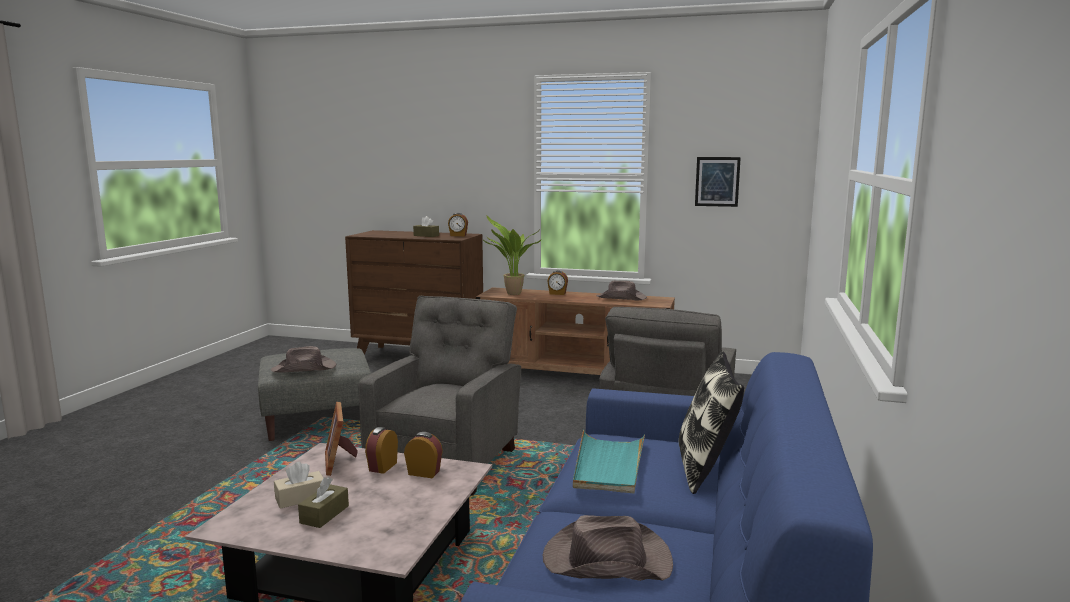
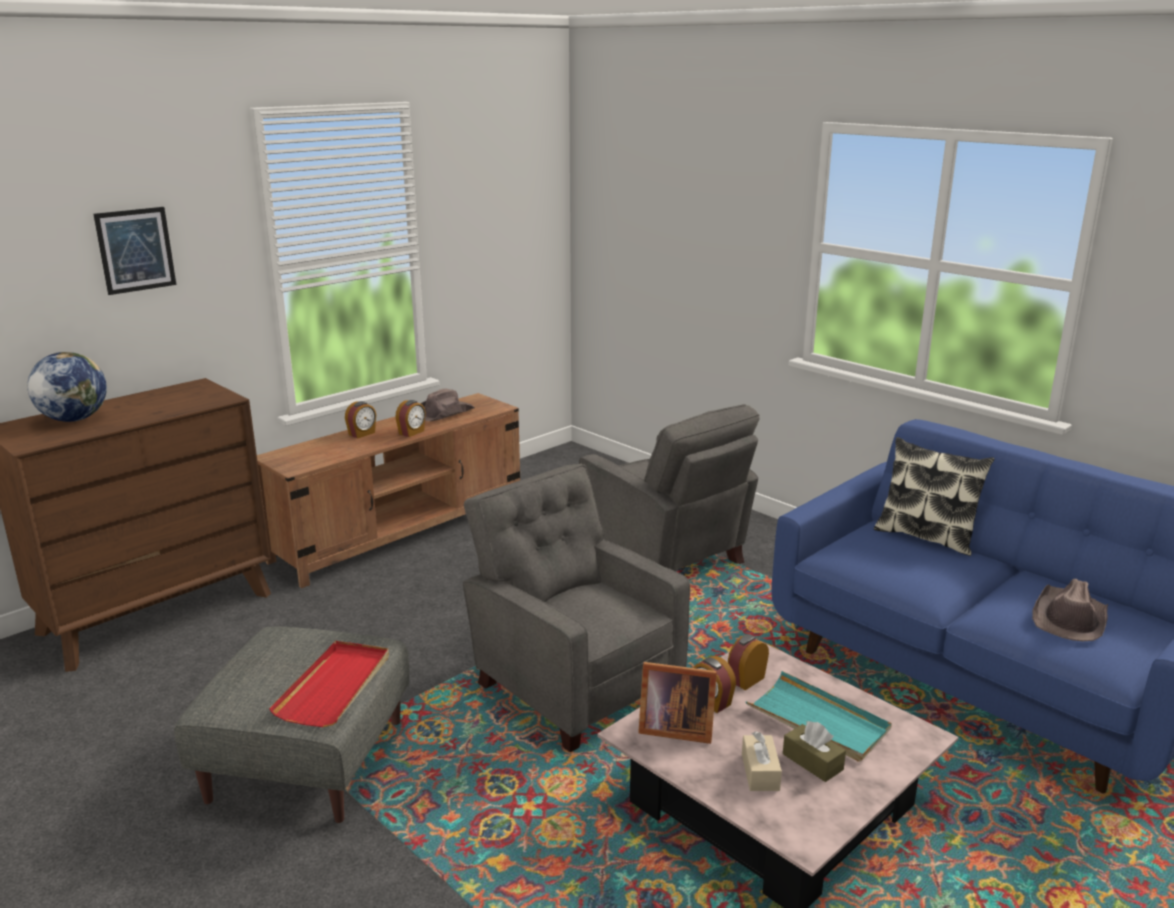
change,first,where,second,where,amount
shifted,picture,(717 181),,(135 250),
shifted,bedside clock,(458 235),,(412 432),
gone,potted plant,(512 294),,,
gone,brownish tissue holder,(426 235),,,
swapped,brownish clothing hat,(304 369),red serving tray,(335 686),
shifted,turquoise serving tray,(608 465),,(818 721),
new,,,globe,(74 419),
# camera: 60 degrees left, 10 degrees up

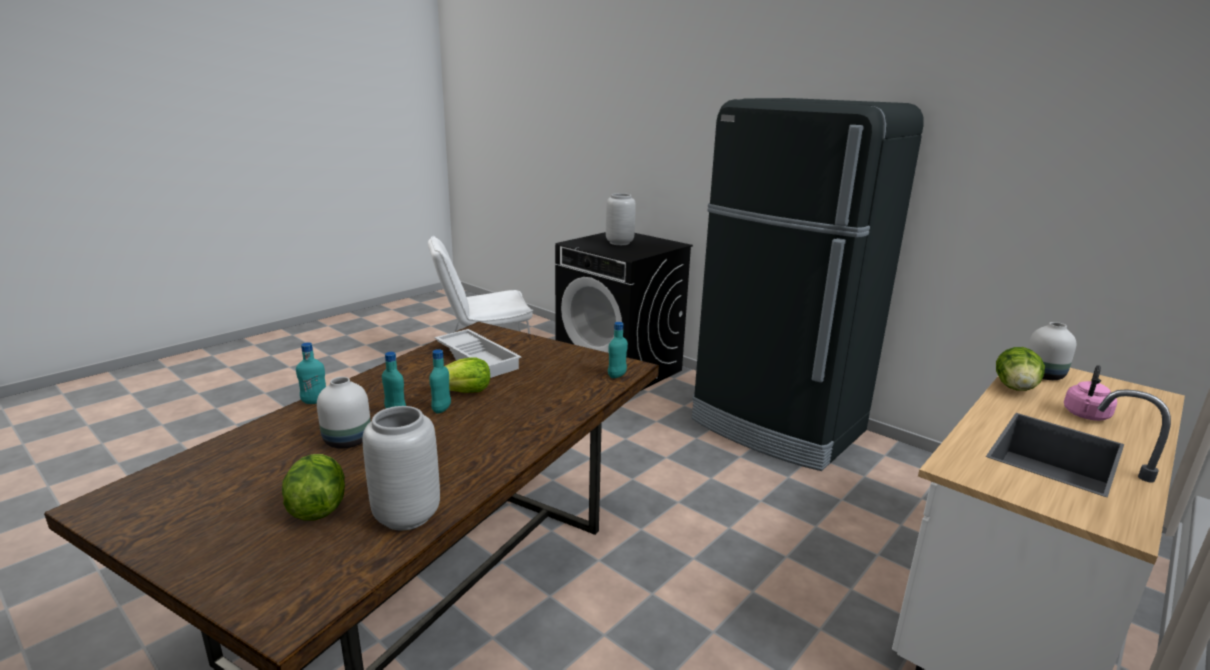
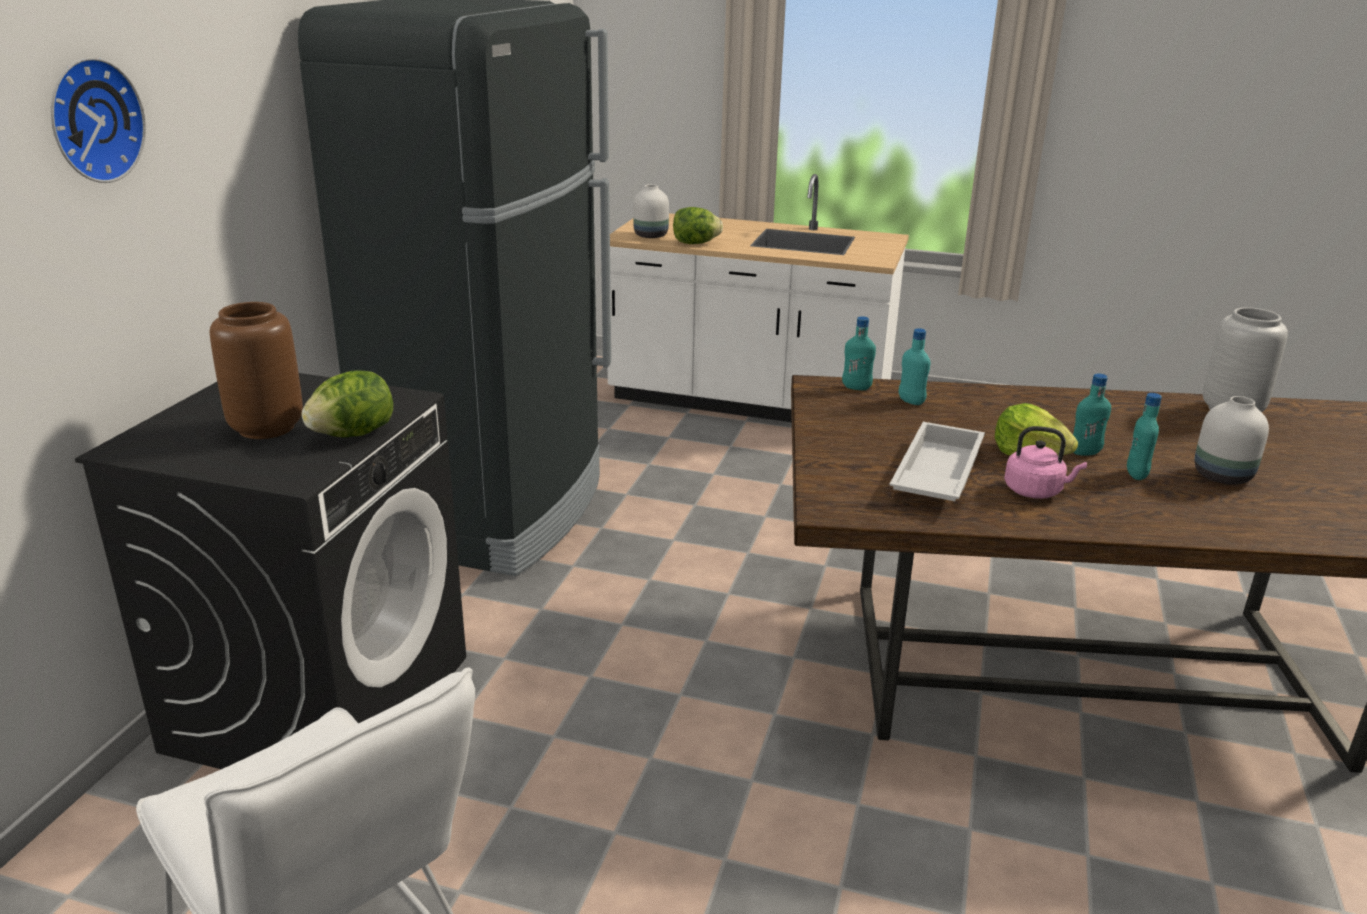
change,first,where,second,where,amount
repainted,grey flower vase,(620 243),brownish flower vase,(267 427),
shifted,turquoise beverage bottle,(315 401),,(911 401),
shifted,pinkish water kettle,(1085 416),,(1036 491),
shifted,lettuce,(317 508),,(353 434),
new,,,wall clock,(91 120),
# camera: 115 degrees left, 5 degrees up

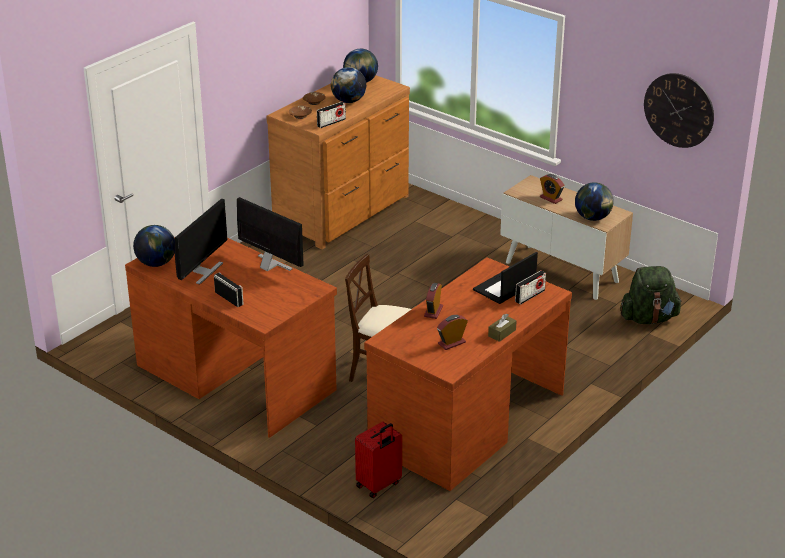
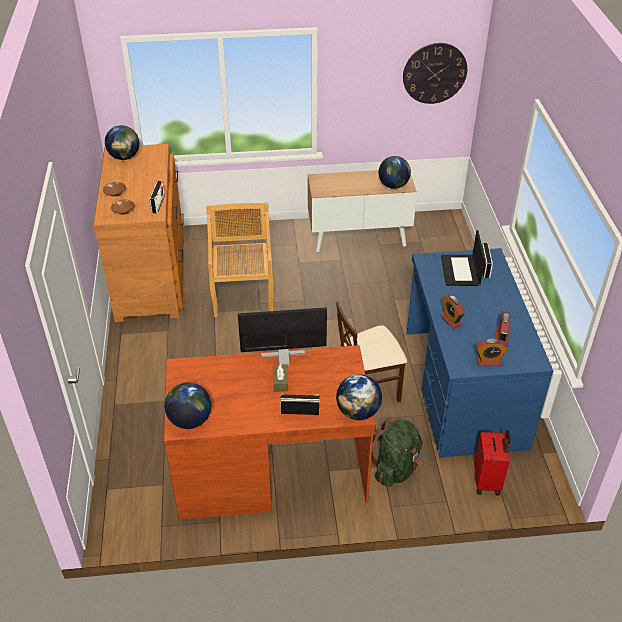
change,first,where,second,where,amount
shifted,globe,(348 101),,(358 412),
shifted,bedside clock,(551 198),,(489 361),
gone,computer display,(203 271),,,
repainted,brownish desk table,(466 420),blue desk table,(463 388),
shifted,green rucksack,(648 318),,(396 468),
shifted,brownish tissue holder,(502 333),,(280 381),
new,,,sand-coloured plain chair,(243 294),
# camera: 45 degrees left, 10 degrees up

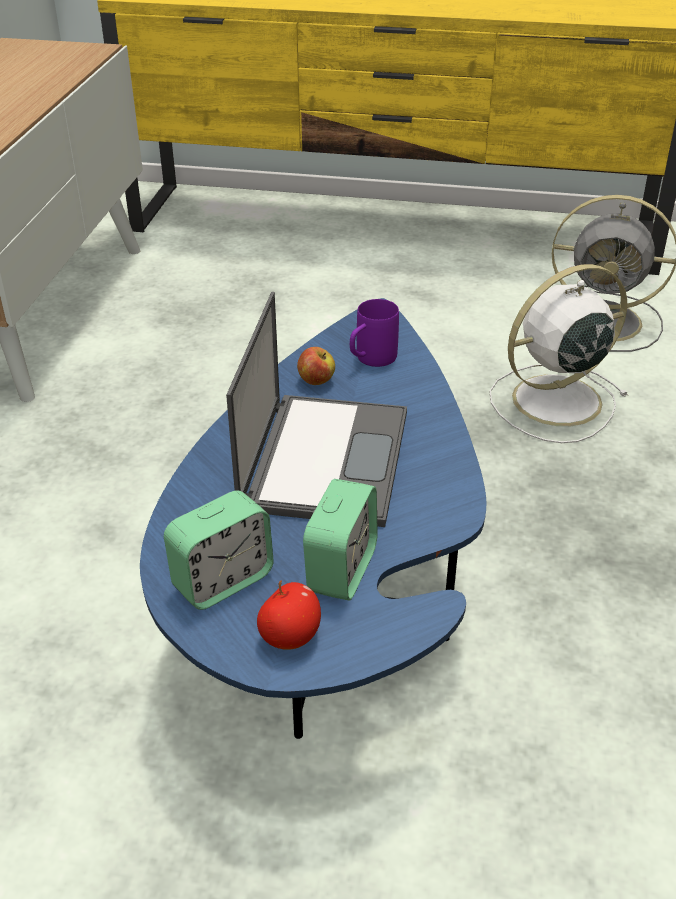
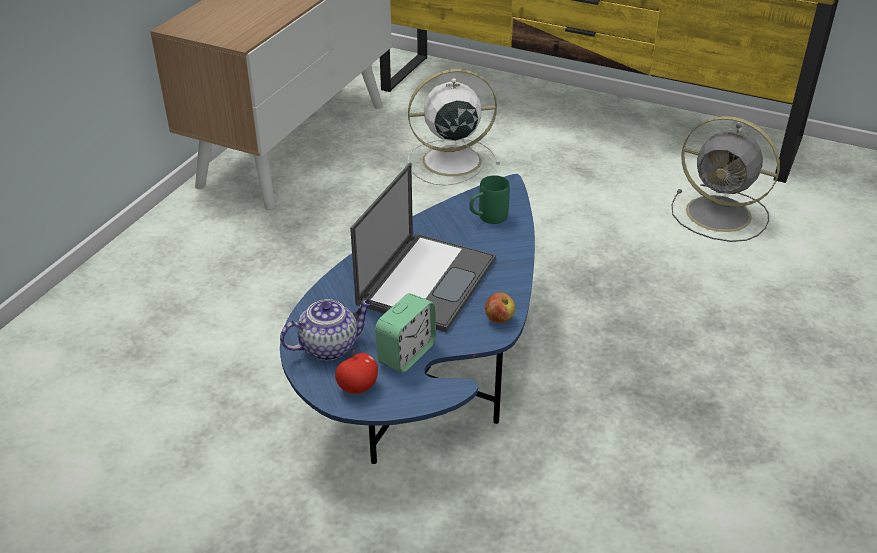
change,first,where,second,where,amount
shifted,white-coloured fan,(553 401),,(449 161),
repainted,purple-coloured coffee mug,(370 360),green coffee mug,(487 218),
shifted,apple,(316 381),,(499 319),
swapped,bedside clock,(223 581),teapot,(330 346),
# camera: 15 degrees right, 0 degrees up

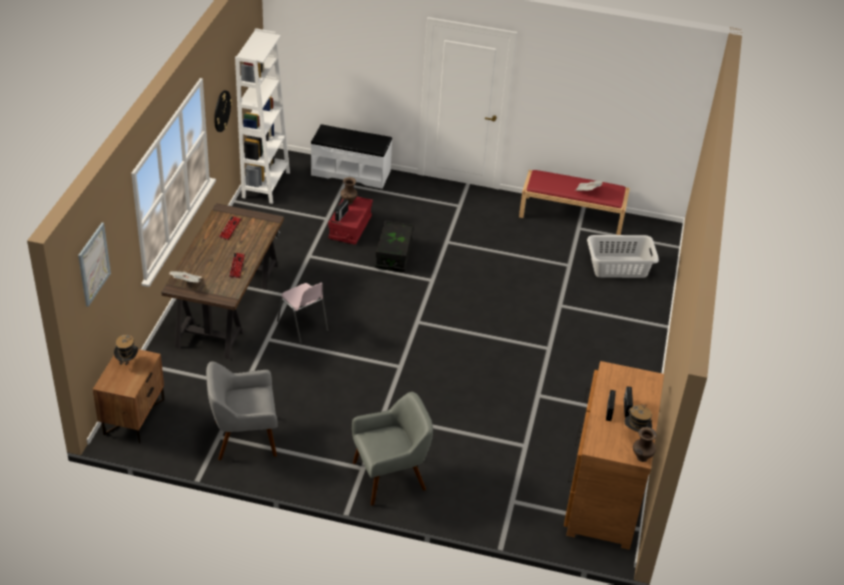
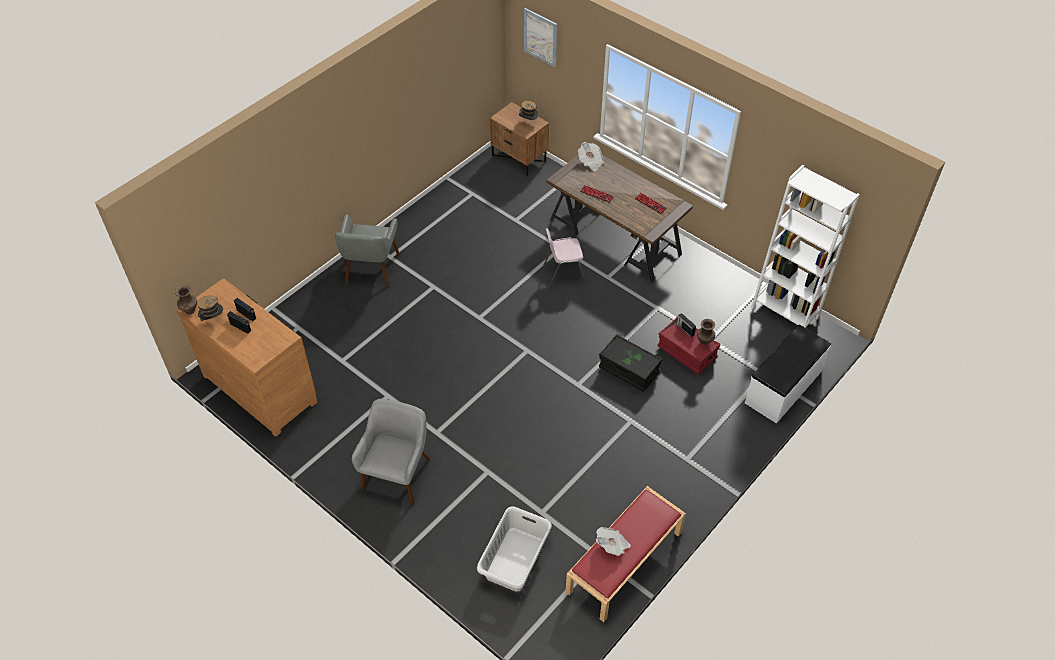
change,first,where,second,where,amount
gone,wall clock,(221 111),,,
shifted,grey easy chair,(244 438),,(397 473),
# camera: 120 degrees right, 10 degrees up

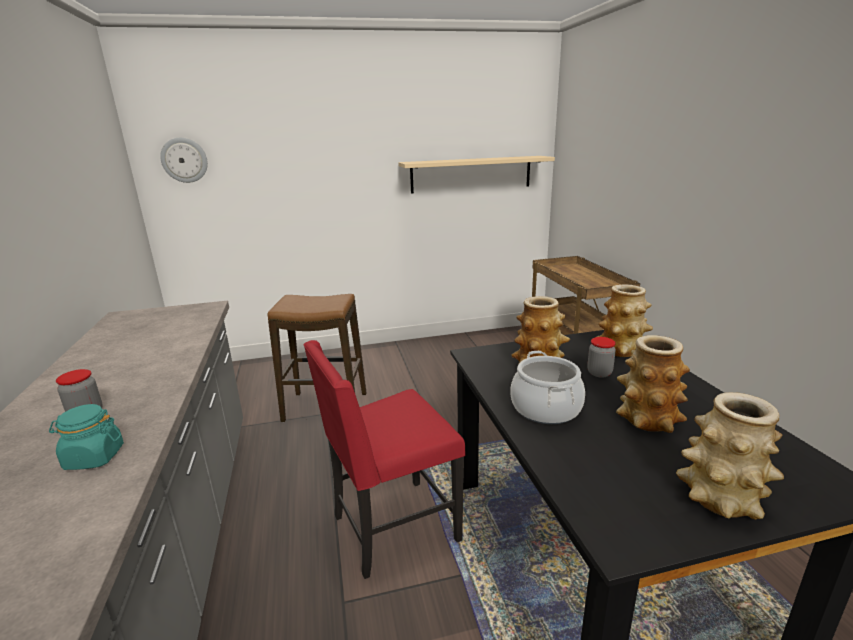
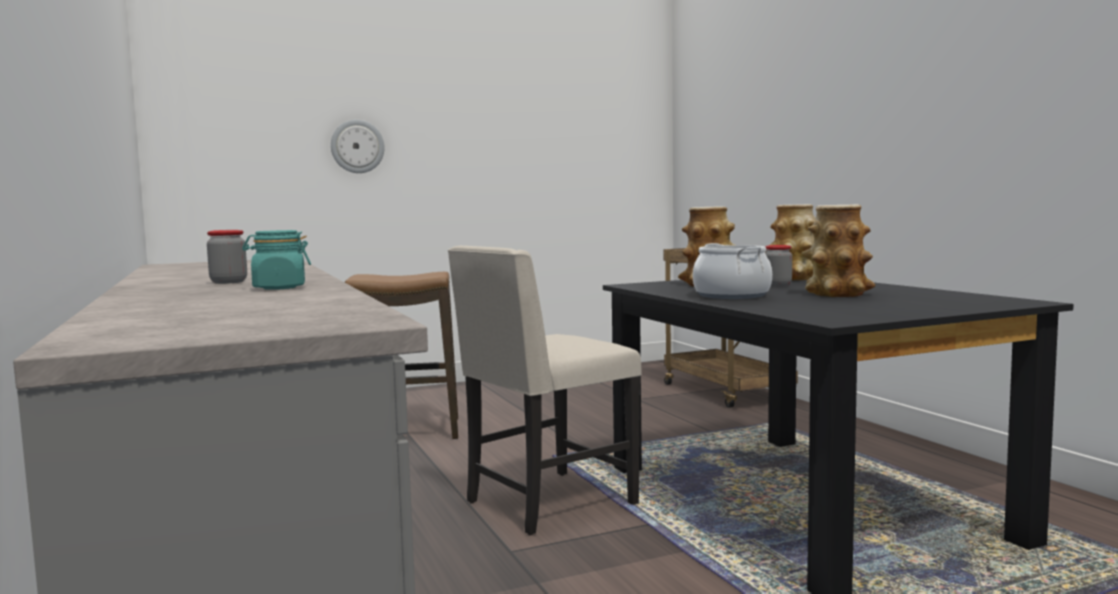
change,first,where,second,where,amount
shifted,wall clock,(184 160),,(357 146),
gone,sand-coloured shelf,(471 174),,,
repainted,red plain chair,(392 528),sand-coloured plain chair,(547 503),
gone,flower vase,(720 498),,,
# camera: 10 degrees left, 15 degrees down

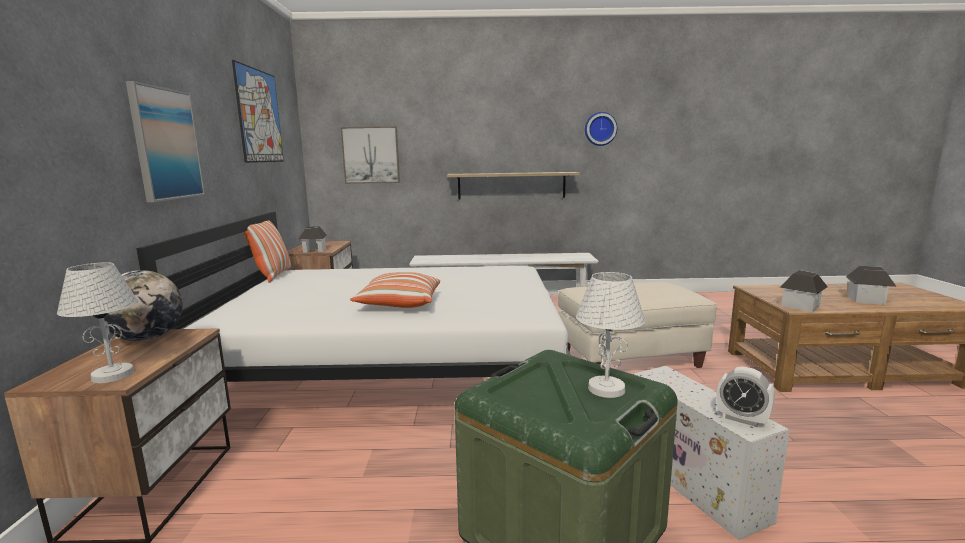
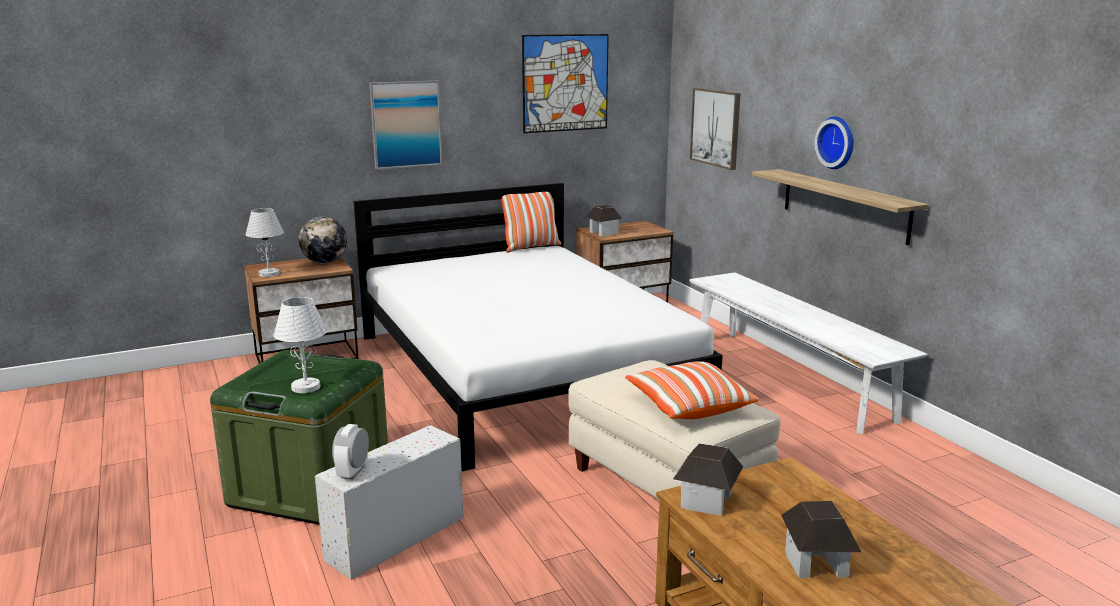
change,first,where,second,where,amount
shifted,wall clock,(600 129),,(838 142),
shifted,pillow,(399 304),,(688 406),
# camera: 65 degrees right, 5 degrees up

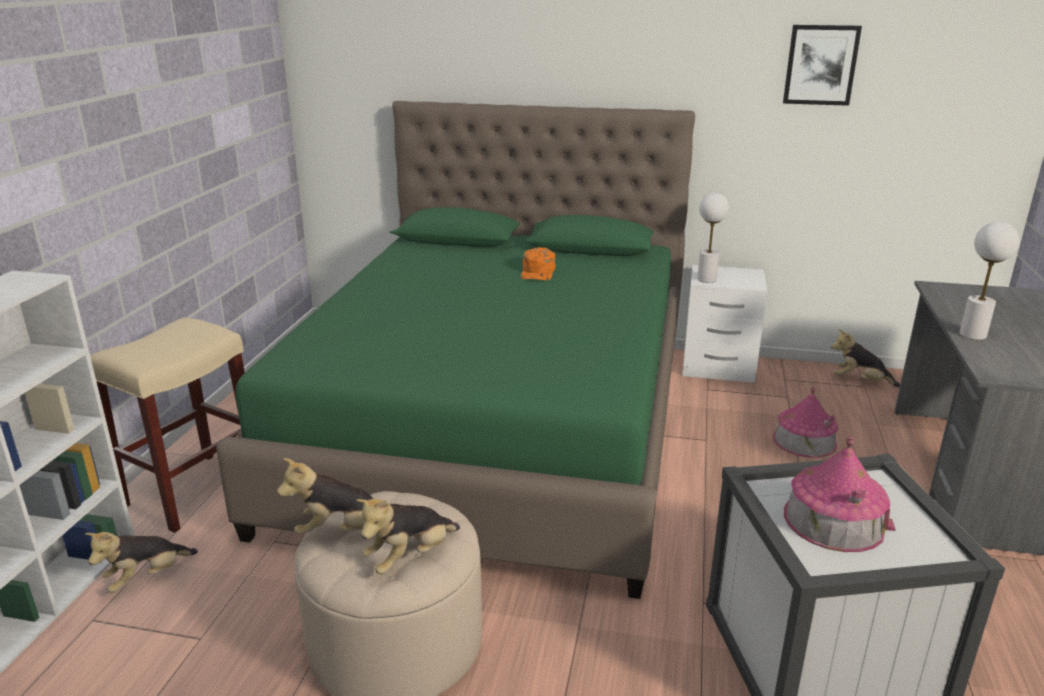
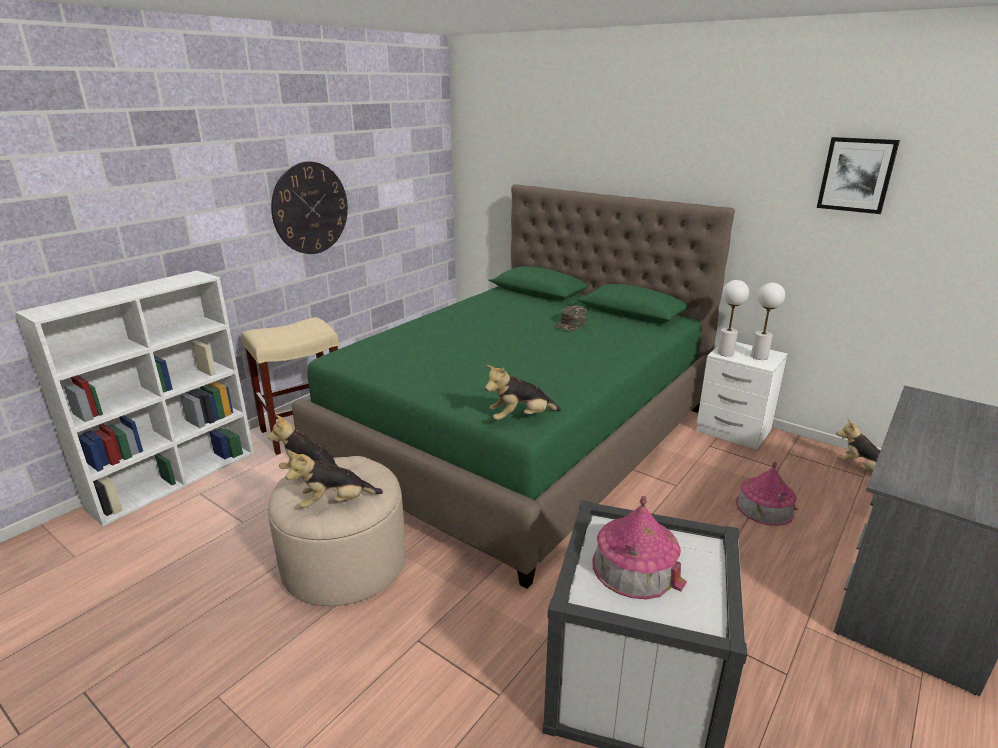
change,first,where,second,where,amount
shifted,white-coloured lamp for a table,(973 334),,(759 356),
repainted,orange cap,(538 272),green cap,(571 324),
shifted,plush toy,(146 578),,(520 418),
new,,,wall clock,(310 208),
# camera: 25 degrees right, 0 degrees up

